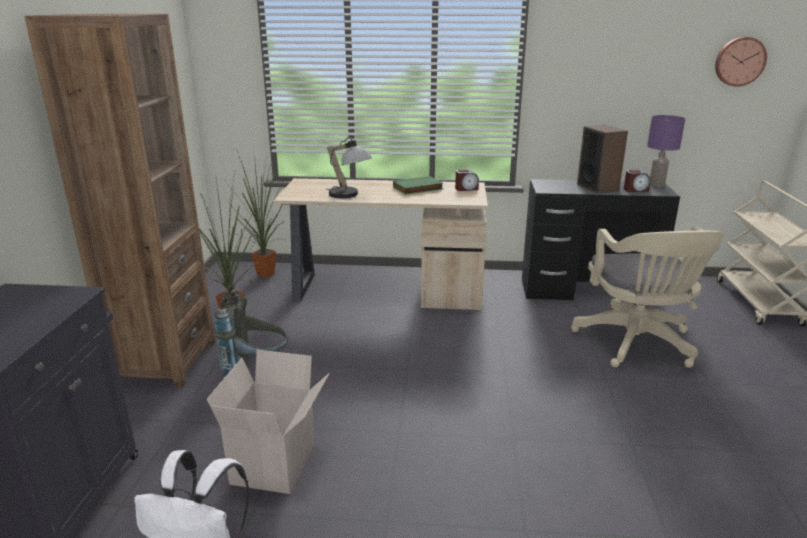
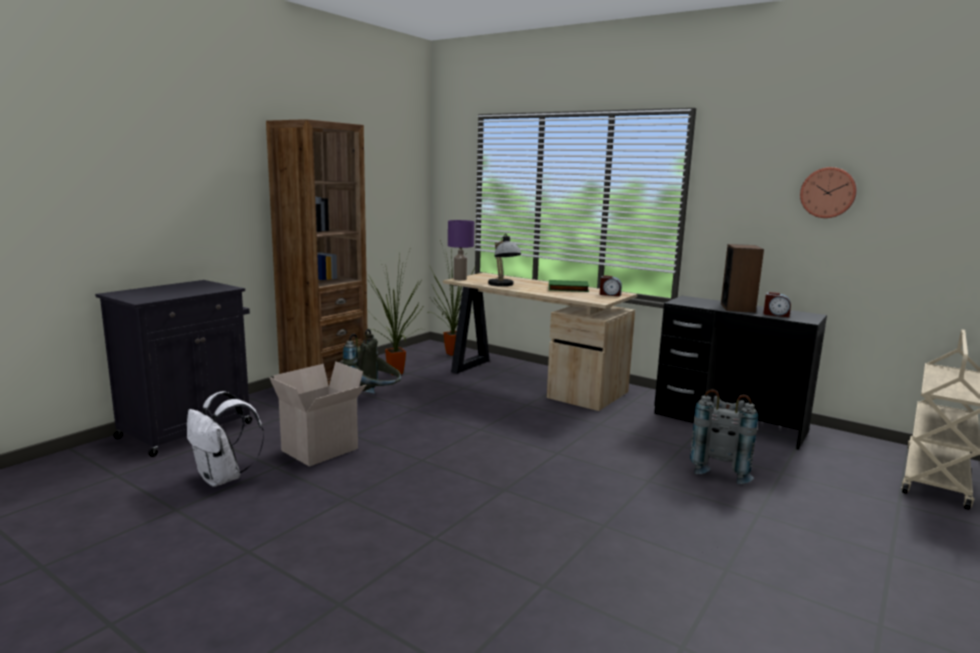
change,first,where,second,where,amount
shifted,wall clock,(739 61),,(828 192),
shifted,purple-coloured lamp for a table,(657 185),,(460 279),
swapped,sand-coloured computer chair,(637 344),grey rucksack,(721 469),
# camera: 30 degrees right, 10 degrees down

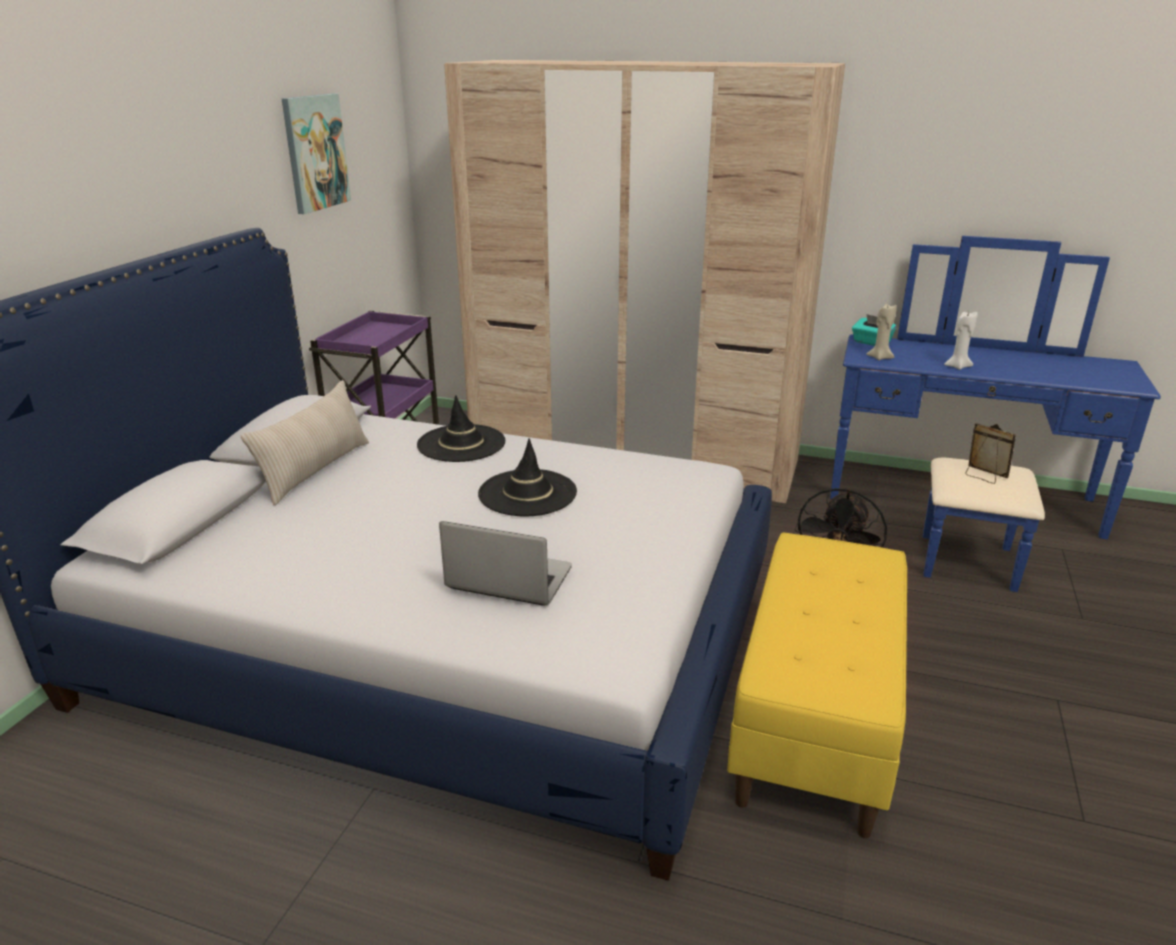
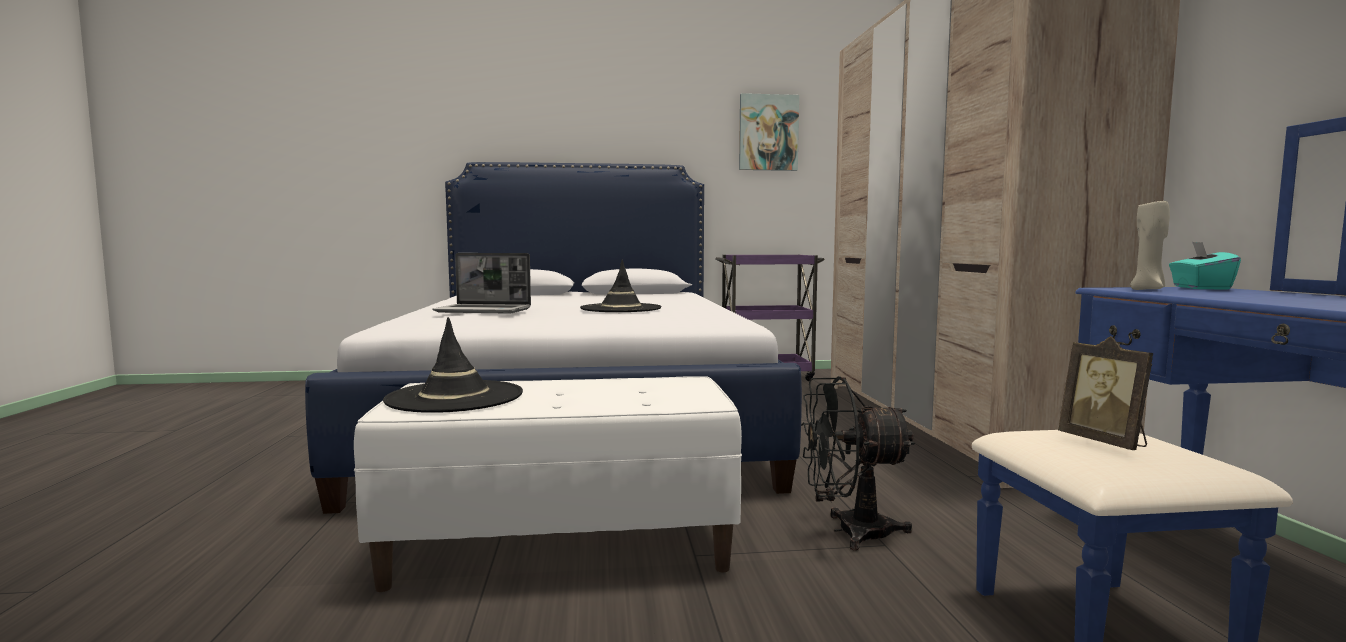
change,first,where,second,where,amount
gone,white-coloured candle,(957 366),,,
gone,sand-coloured pillow,(315 470),,,
shifted,black clothing hat,(461 444),,(455 397),
rotated,picture frame,(983 476),,(1105 442),135 degrees clockwise
rotated,notebook computer,(507 579),,(485 311),105 degrees clockwise
repainted,yellow indoor bench,(814 719),white-coloured indoor bench,(562 546),
# camera: 65 degrees right, 20 degrees down

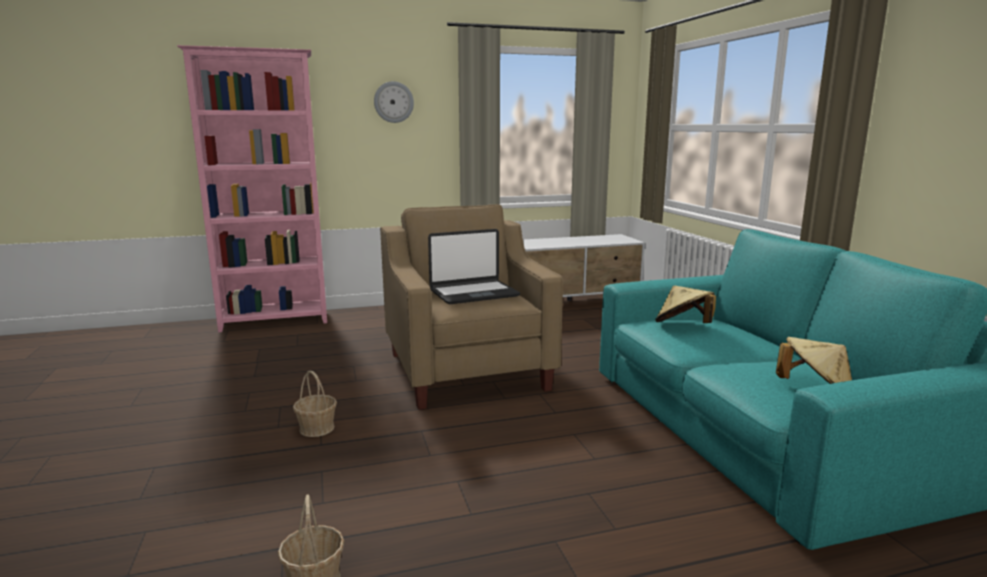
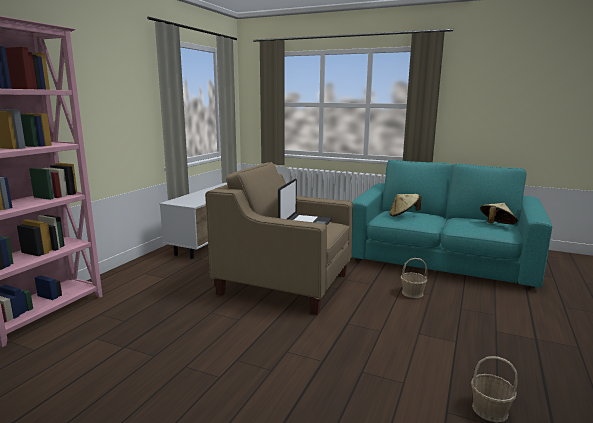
change,first,where,second,where,amount
gone,wall clock,(393 102),,,
shifted,household basket,(317 428),,(412 293),
# camera: 50 degrees left, 0 degrees up

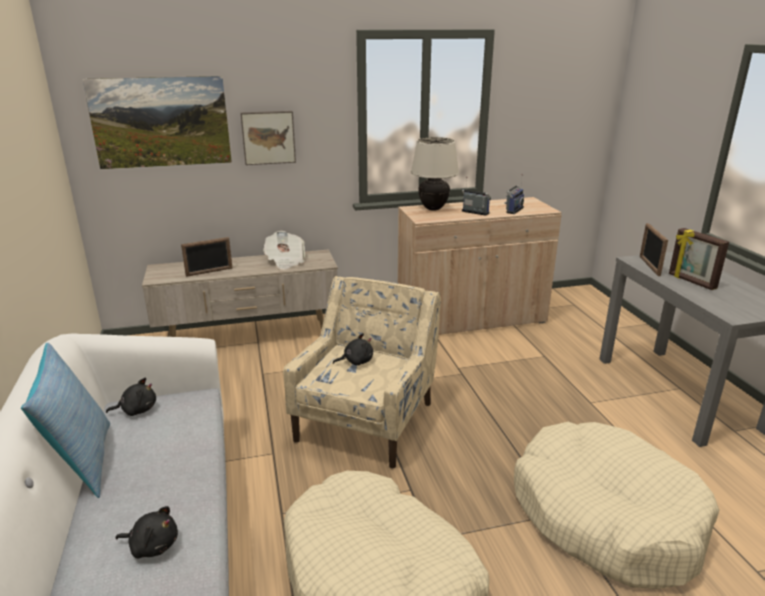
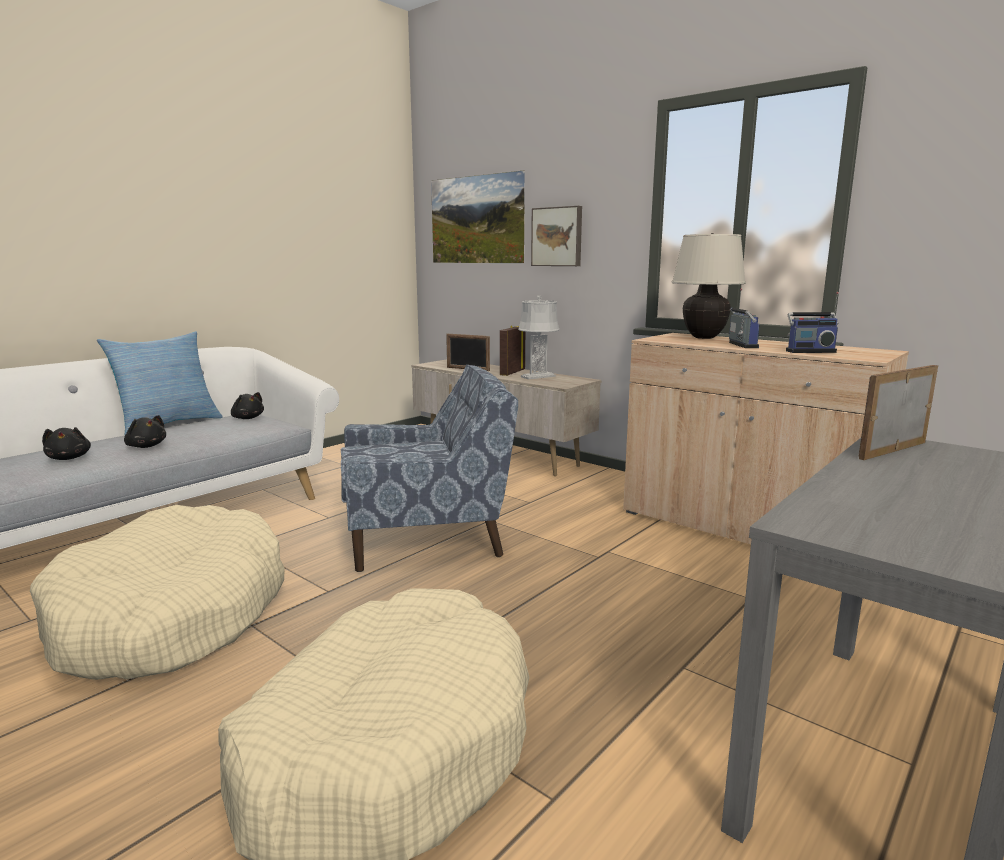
change,first,where,second,where,amount
shifted,picture frame,(691 281),,(512 372),
swapped,printed paper,(285 261),grey lamp for a table,(538 376),
repainted,sand-coloured easy chair,(366 420),blue easy chair,(427 537),
shifted,black plush toy,(356 361),,(146 446),
# camera: 55 degrees right, 10 degrees down

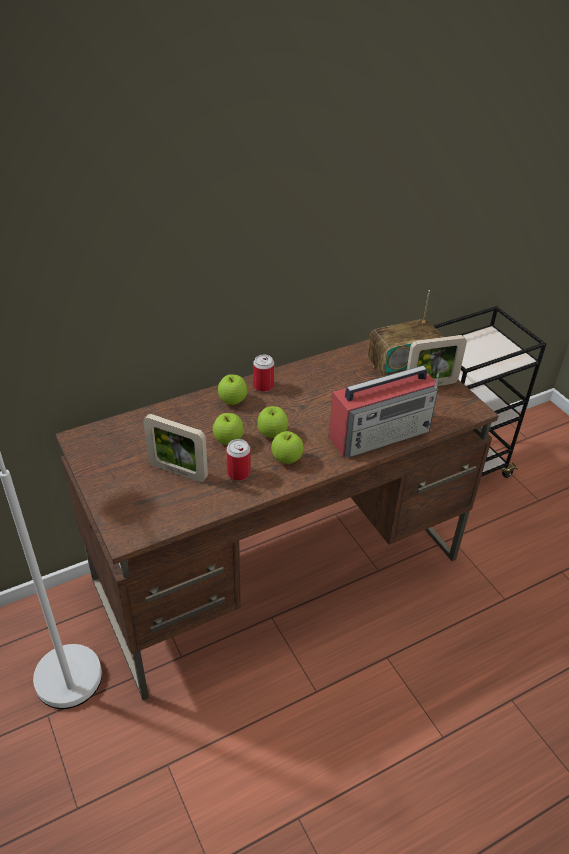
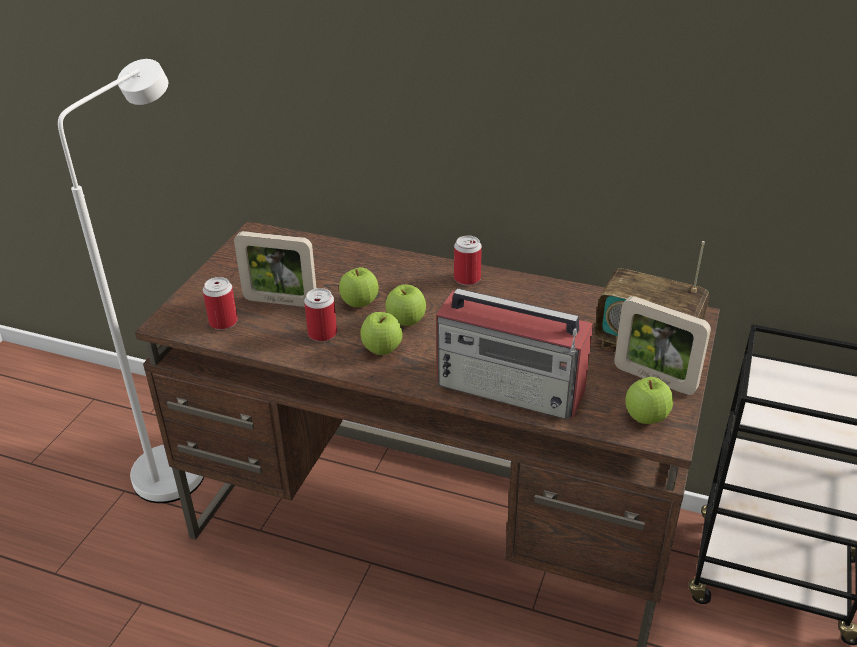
change,first,where,second,where,amount
shifted,apple,(232 401),,(646 417),
rotated,picture frame,(178 471),,(280 301),60 degrees counterclockwise
new,,,metal can,(223 322),
# camera: 50 degrees right, 5 degrees down

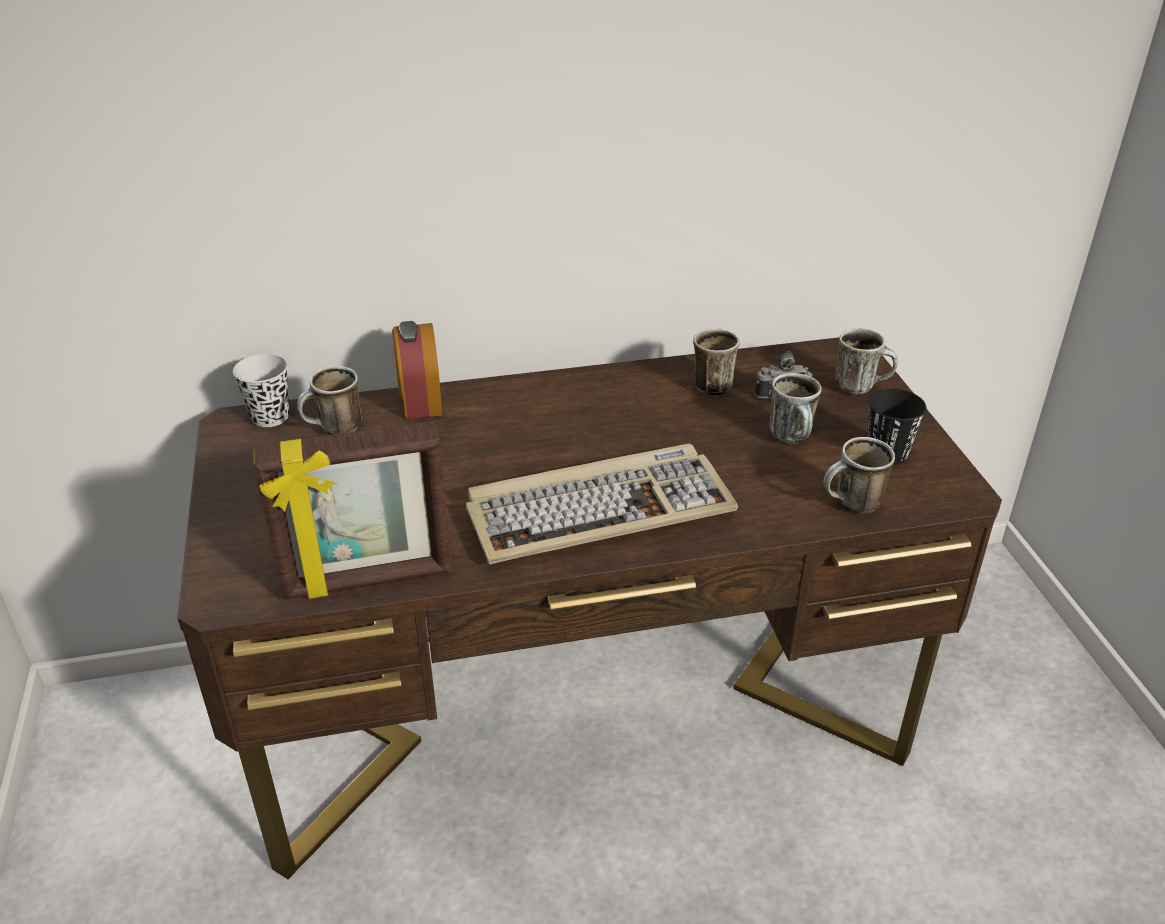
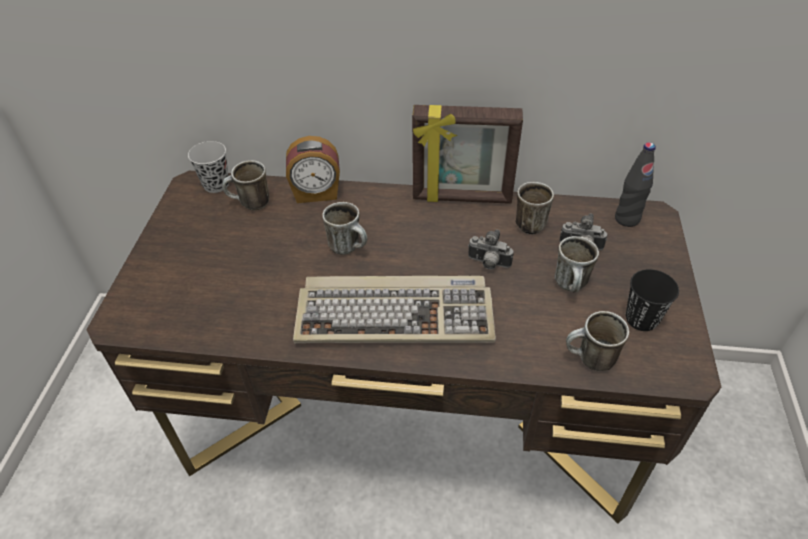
change,first,where,second,where,amount
rotated,bedside clock,(420 402),,(316 193),105 degrees counterclockwise
shifted,coffee mug,(861 387),,(349 247),
shifted,picture frame,(368 580),,(462 198),
new,,,black beverage bottle,(627 219),
new,,,still camera,(488 264),
# camera: 20 degrees right, 10 degrees up

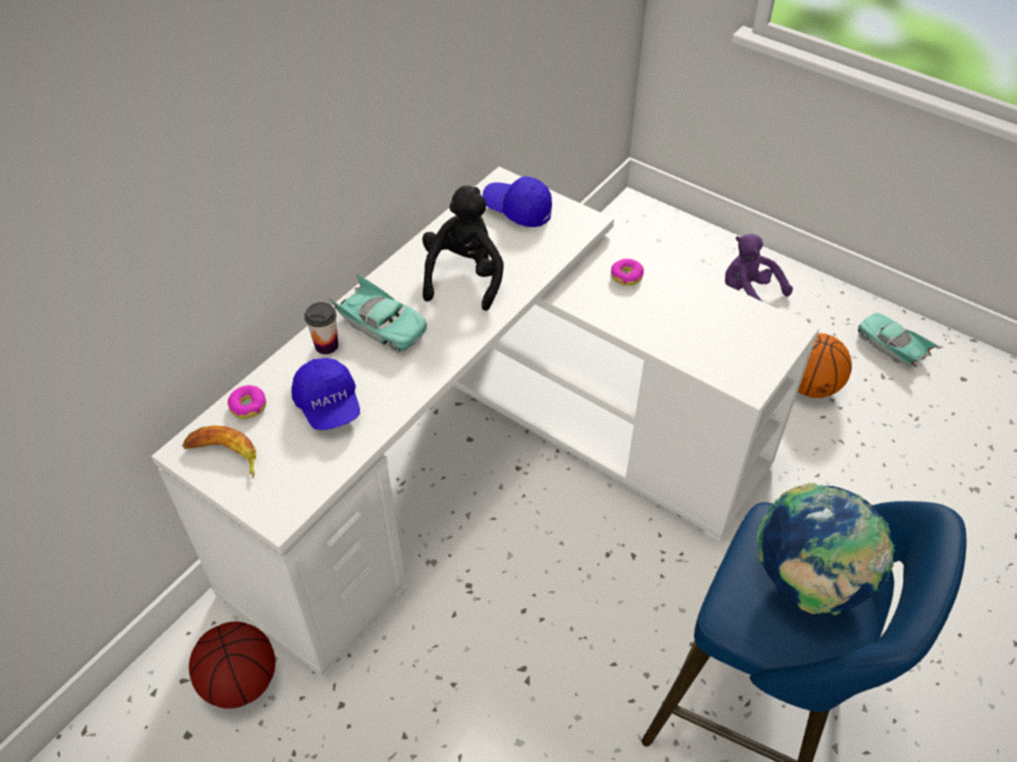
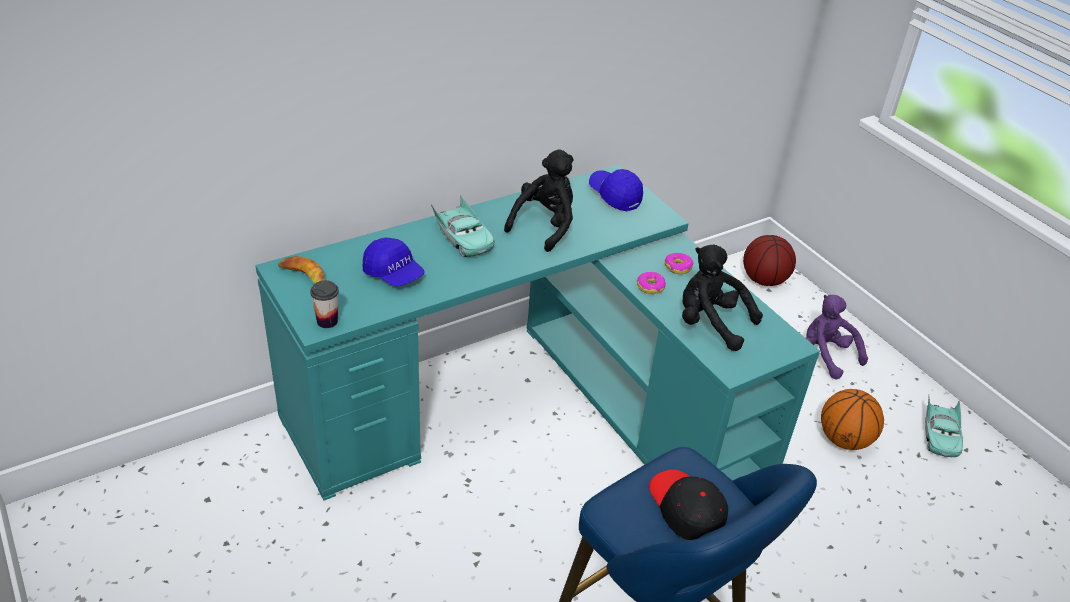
change,first,where,second,where,amount
repainted,white-coloured desk table,(494 466),turquoise desk table,(536 405),
shifted,drinking cup,(326 345),,(327 321),
rotated,turquoise model car,(891 347),,(939 435),150 degrees counterclockwise
rotated,blue cap,(329 405),,(393 274),45 degrees counterclockwise
shifted,ring doughnut,(248 406),,(650 287),
swapped,globe,(808 583),black cap,(686 508),
shifted,basketball,(241 681),,(764 280),
new,,,black plush toy,(710 323),
# camera: 20 degrees right, 10 degrees down

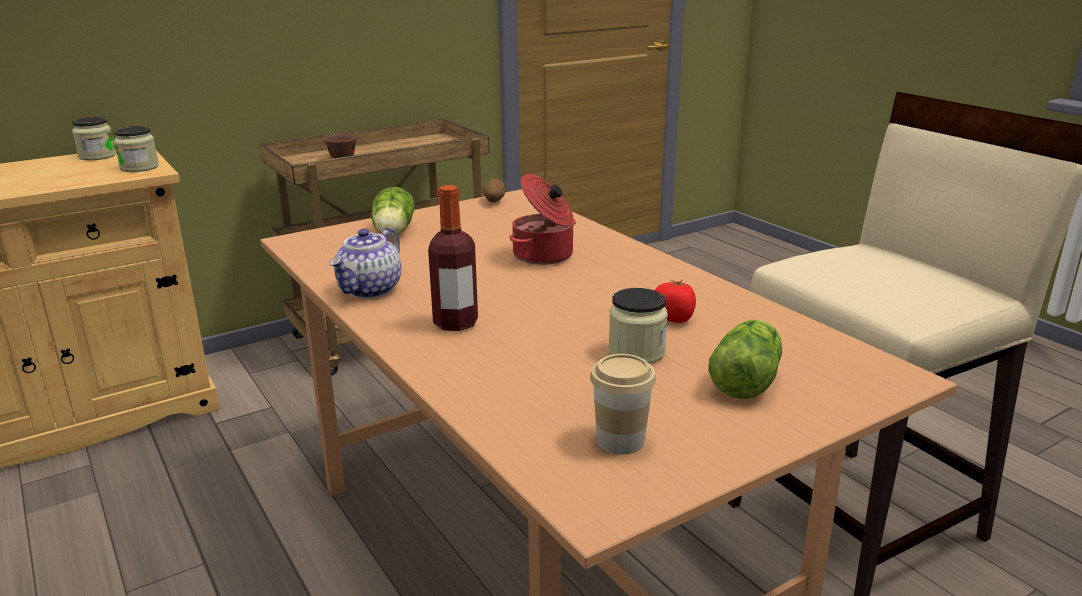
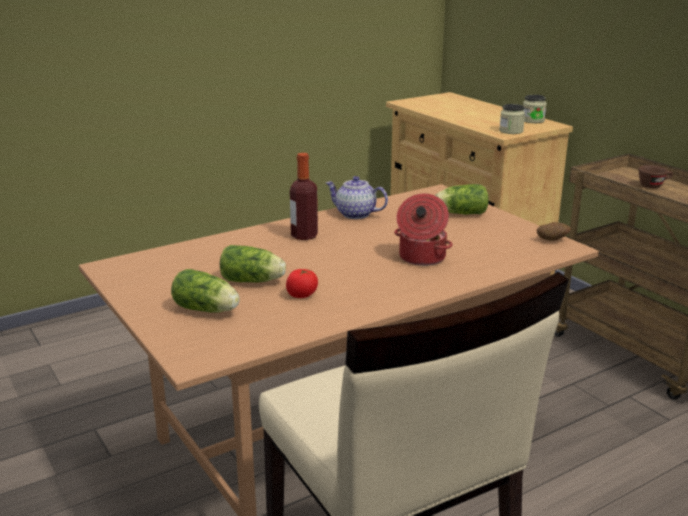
change,first,where,second,where,amount
swapped,jar,(636 352),lettuce,(254 281),
gone,drinking cup,(620 440),,,
# camera: 90 degrees right, 0 degrees up

